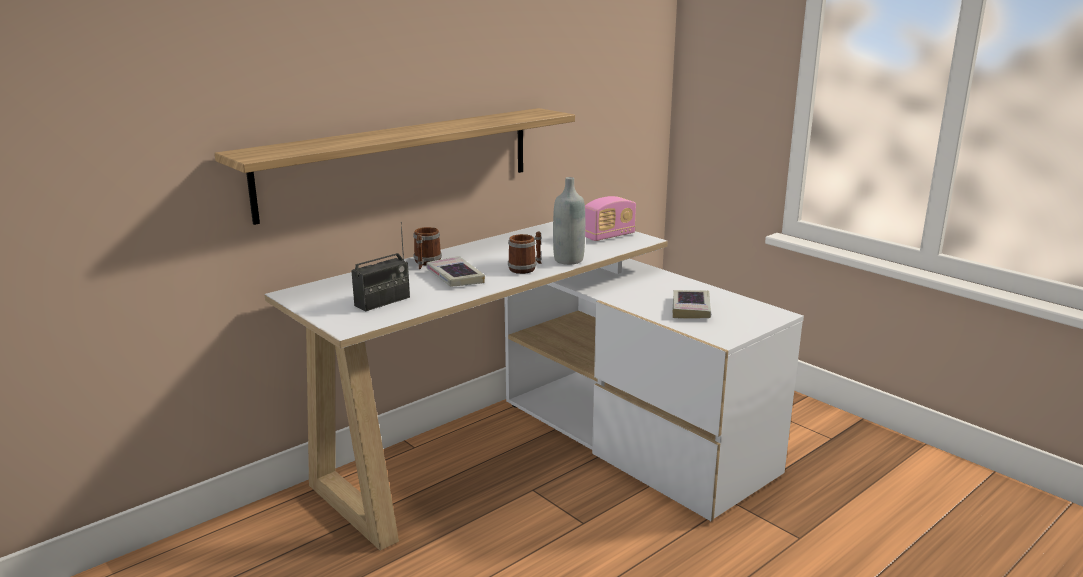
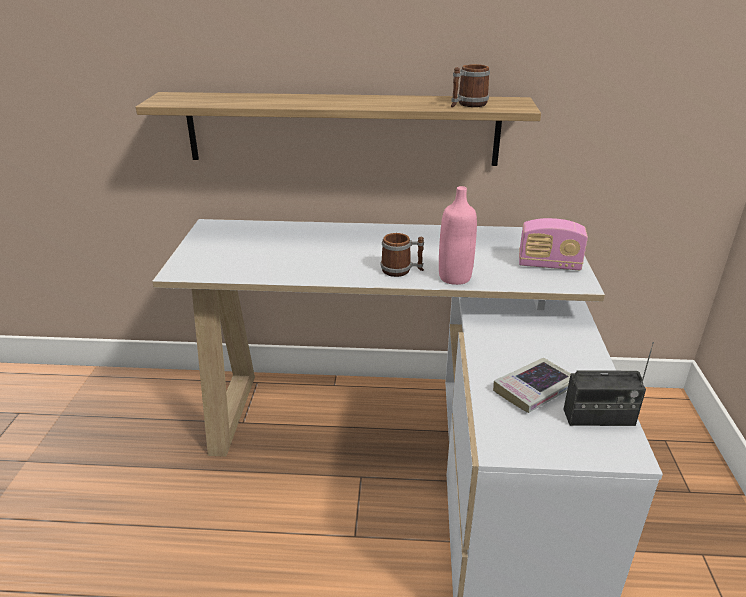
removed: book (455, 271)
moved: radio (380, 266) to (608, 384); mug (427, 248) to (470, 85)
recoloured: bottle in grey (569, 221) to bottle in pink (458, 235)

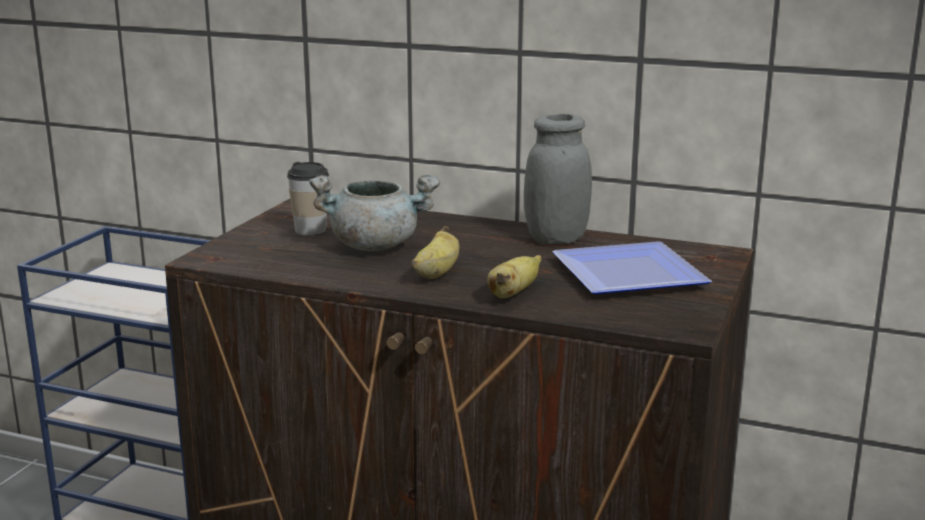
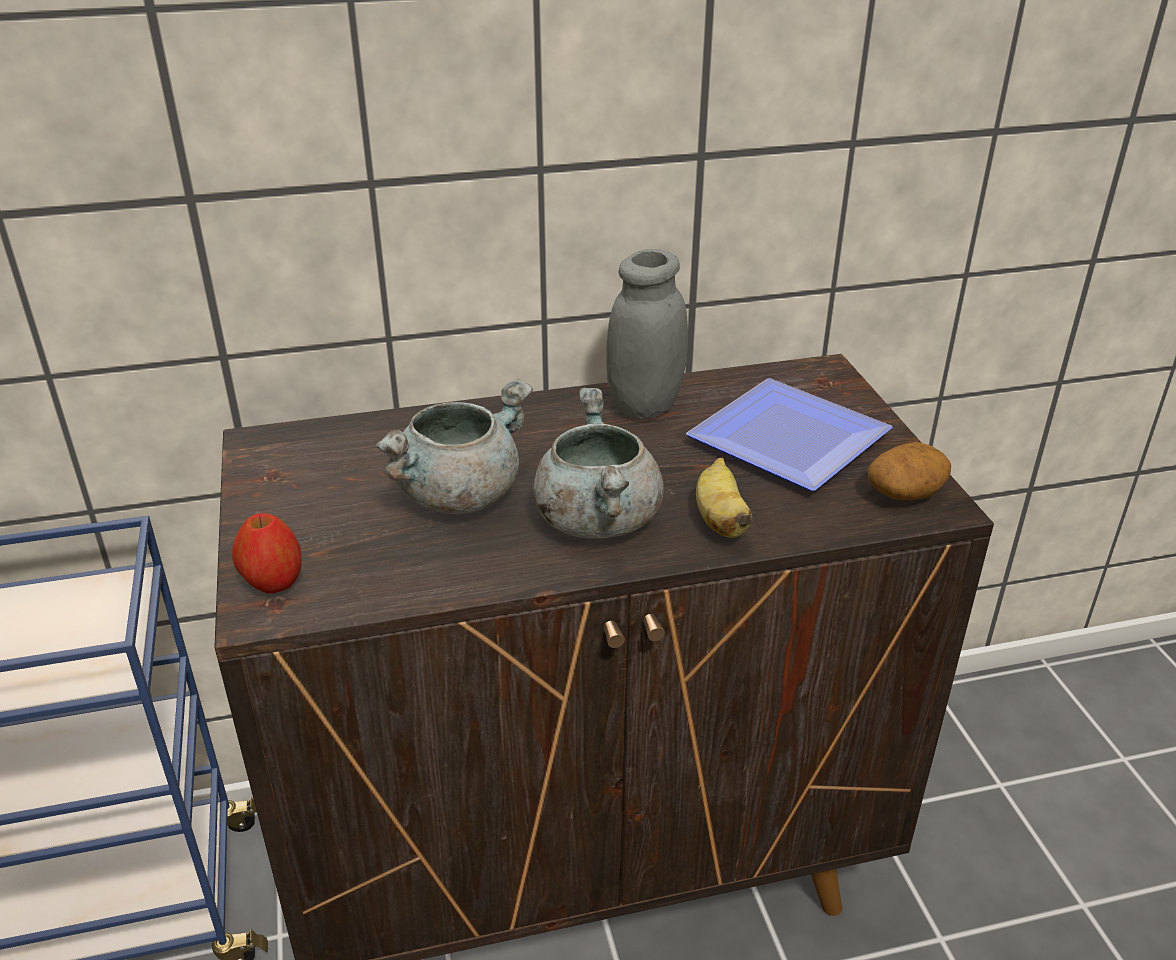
removed: cup (308, 198)
added: apple (267, 553); potato (909, 471)
replaced: banana (435, 252) to cooking pot in grey (598, 463)

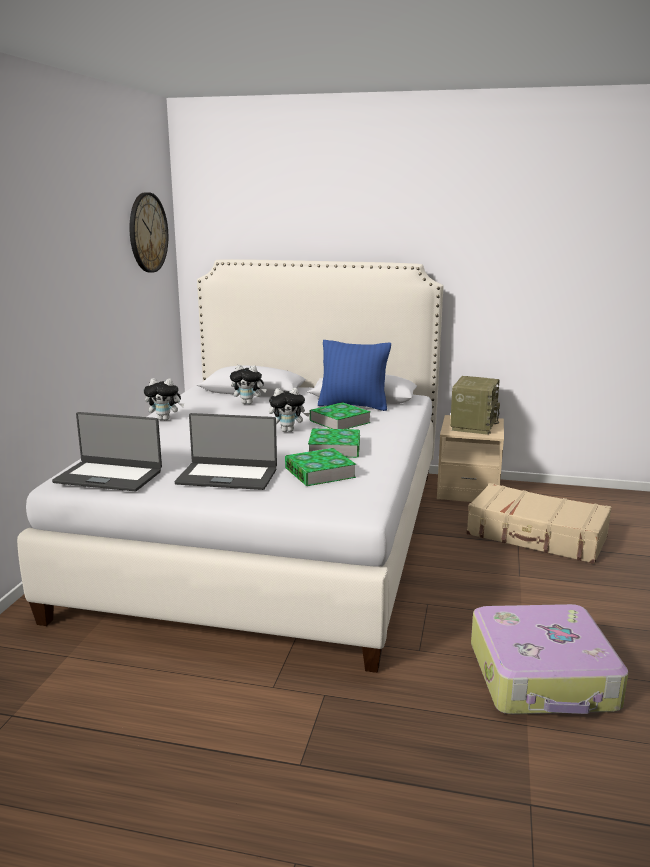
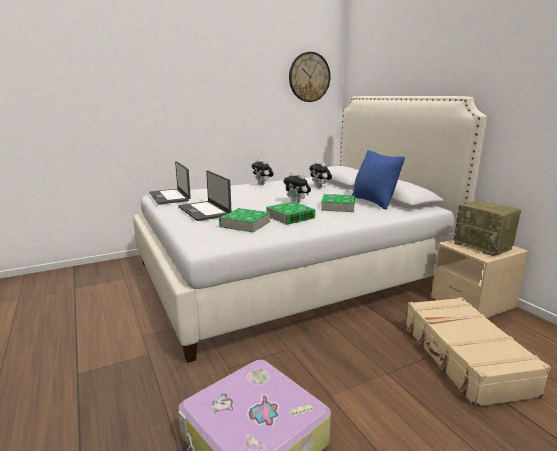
turned: radio (475, 405) = (487, 228) 75 degrees clockwise

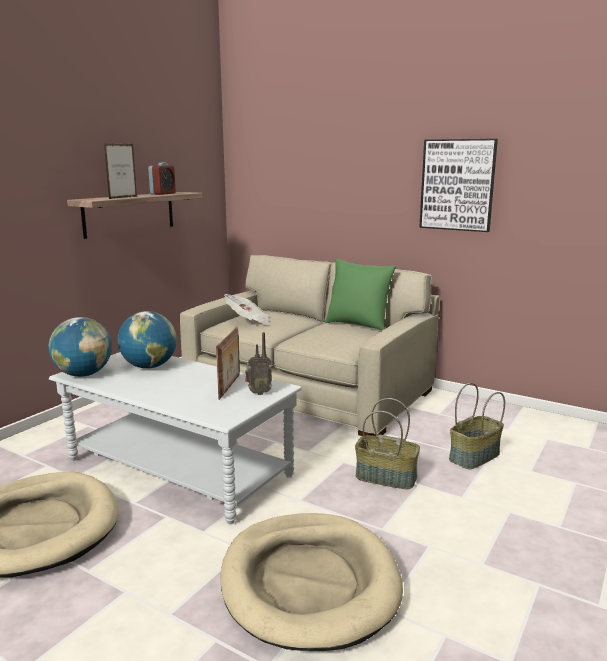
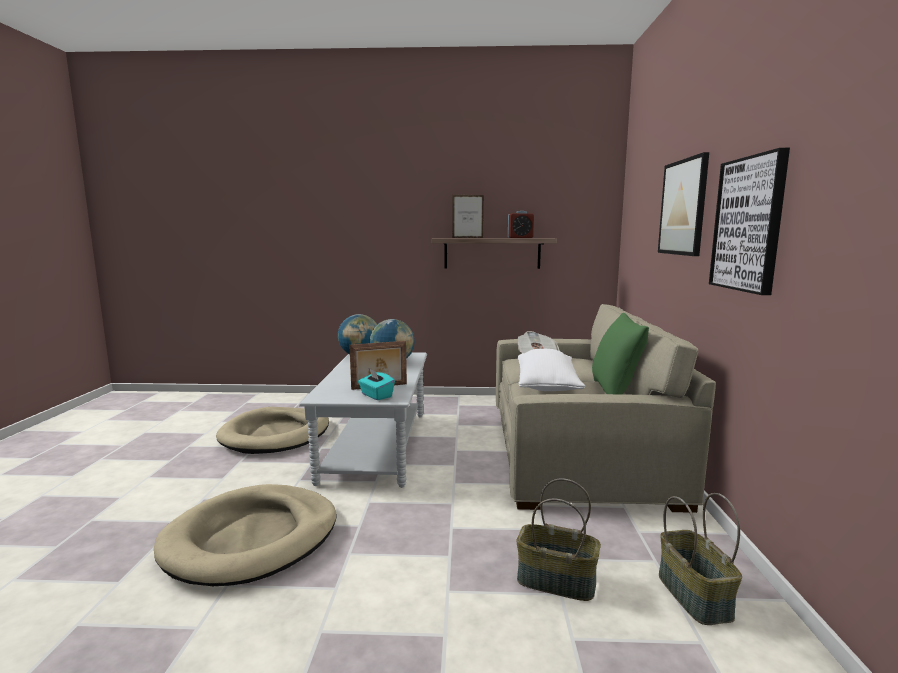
added: pillow in white (551, 370); picture (683, 204)
moved: basket (387, 443) to (700, 559)
replaced: radio (258, 363) to tissue box in turquoise (376, 384)

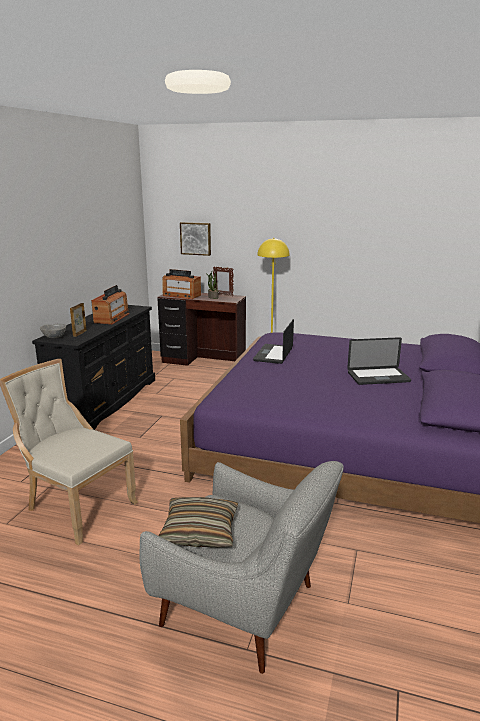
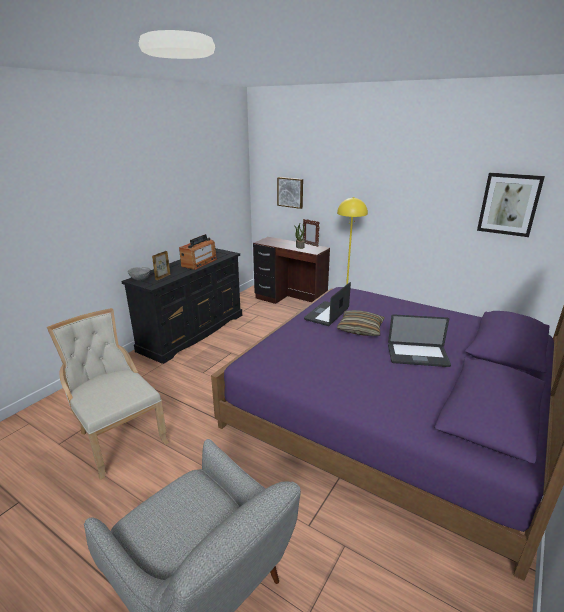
removed: radio (181, 284)
added: picture (511, 205)
moved: pillow (198, 522) to (361, 323)

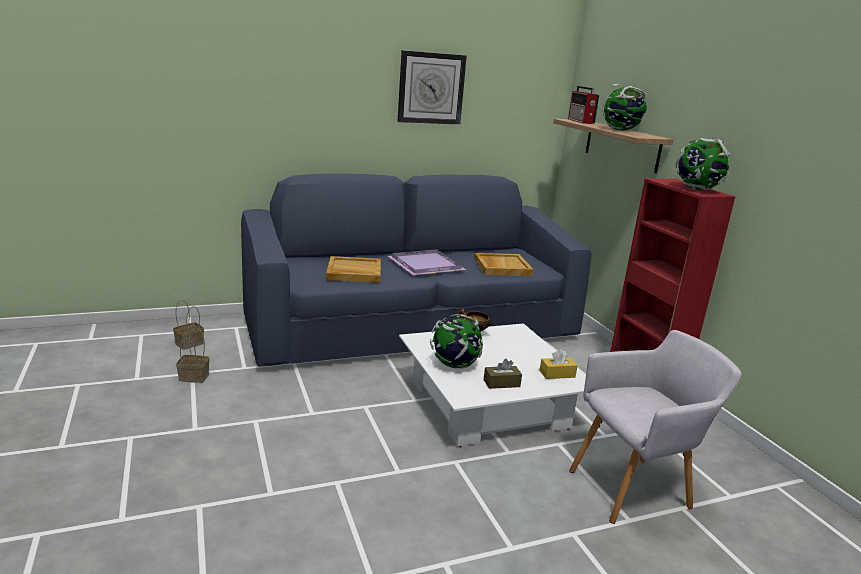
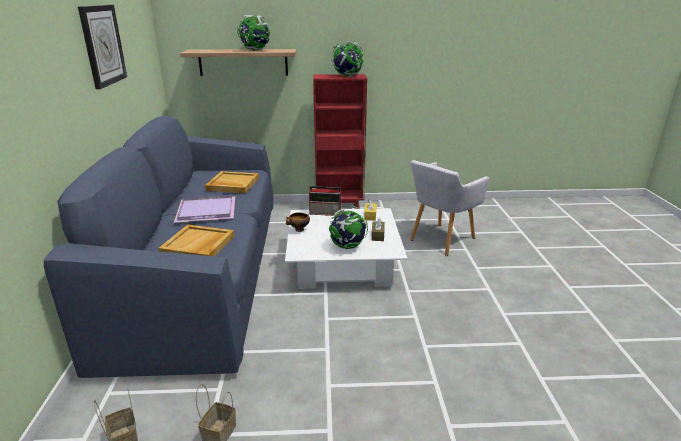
moved: radio (583, 105) to (326, 201)
turned: armchair in grey (655, 427) = (449, 208) 135 degrees counterclockwise

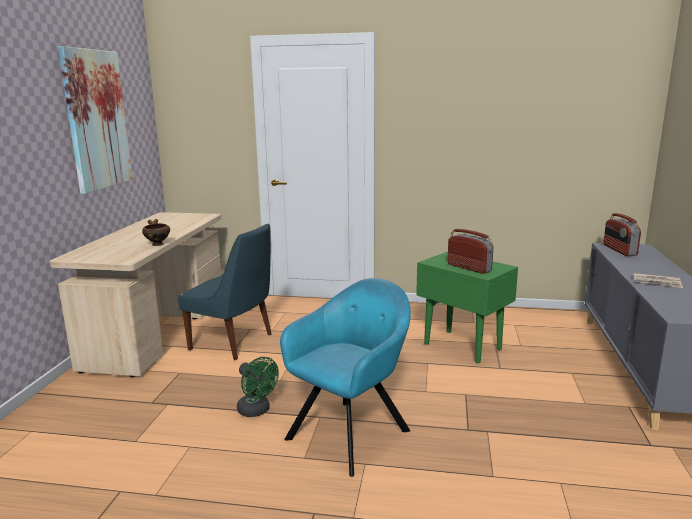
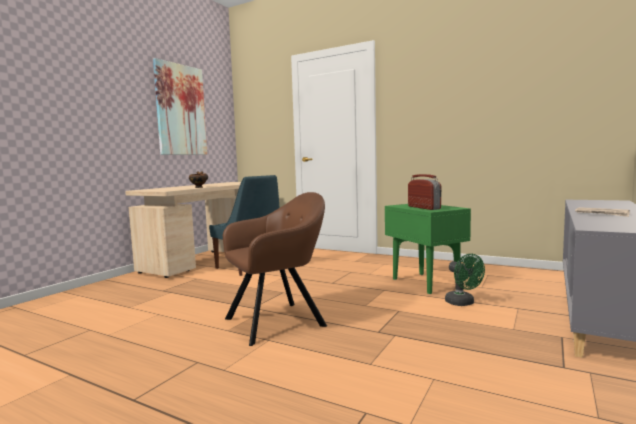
removed: radio (622, 234)
moved: fan in green (258, 387) to (465, 280)
recoloured: armchair in turquoise (345, 377) to armchair in brown (275, 269)

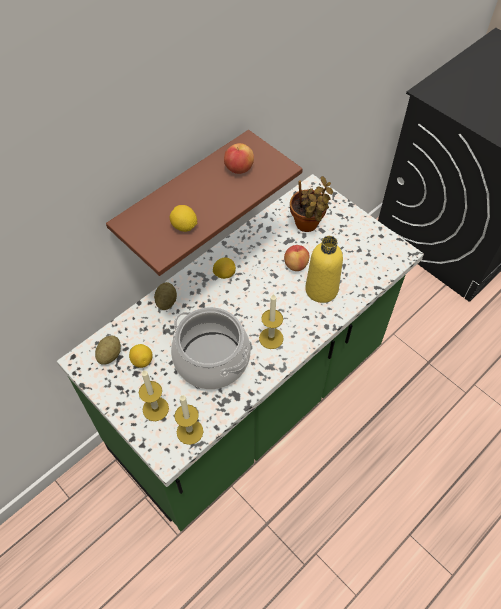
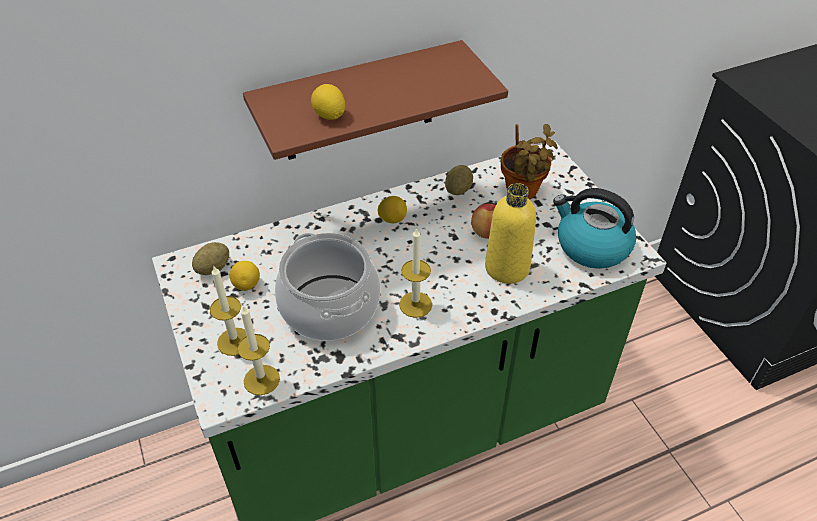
removed: apple (239, 158)
added: kettle (594, 228)
moved: potato (165, 296) to (459, 180)

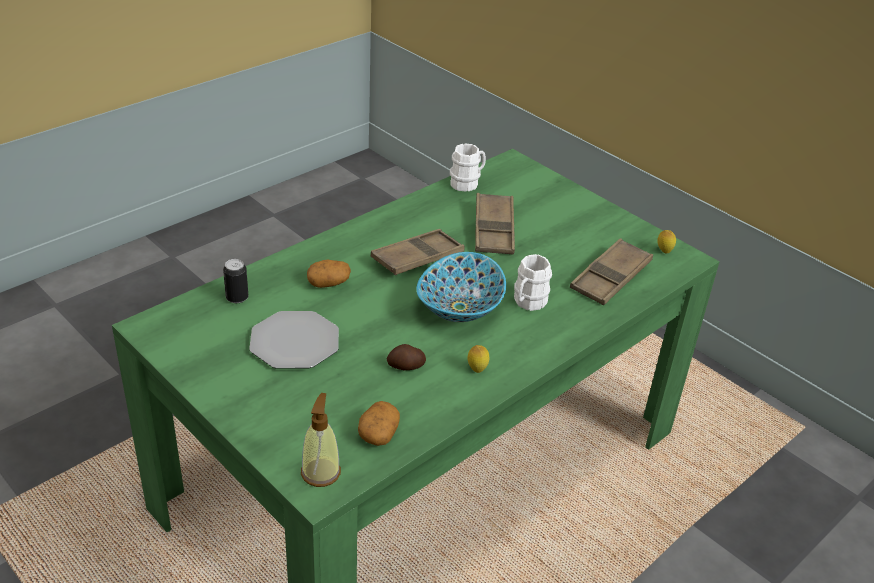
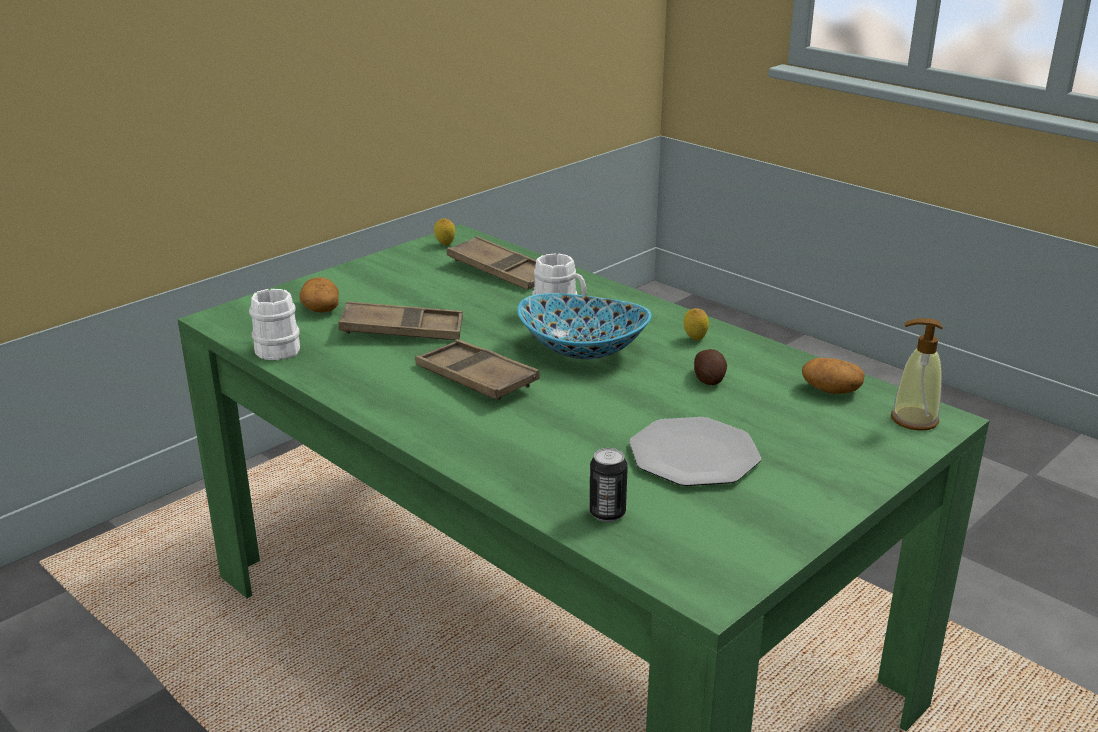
moved: potato (329, 274) to (319, 295)

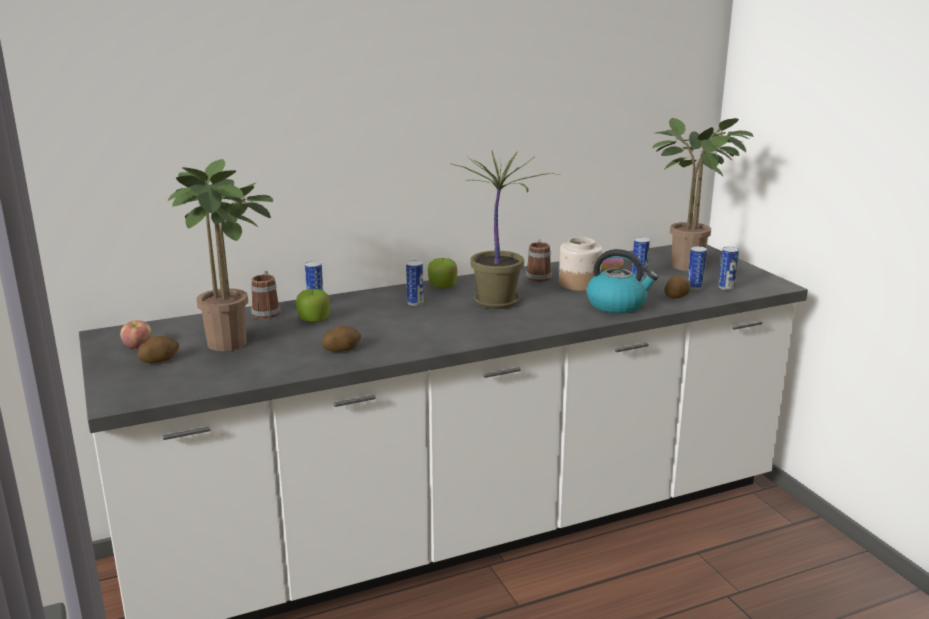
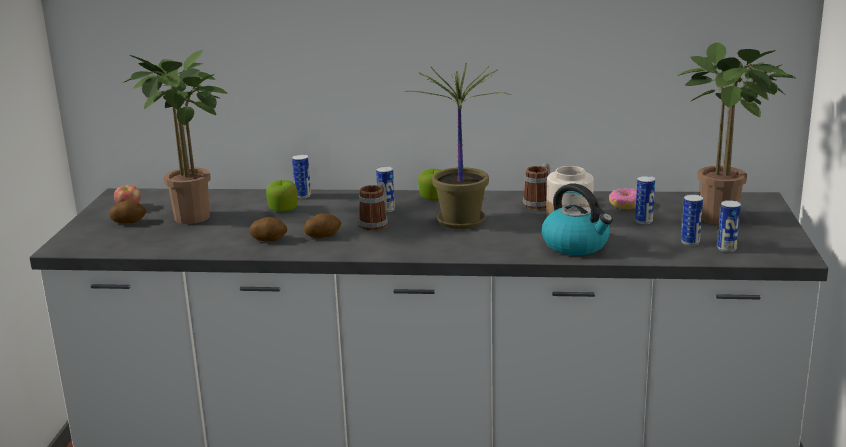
moved: mug (265, 295) to (373, 206); potato (677, 287) to (322, 225)

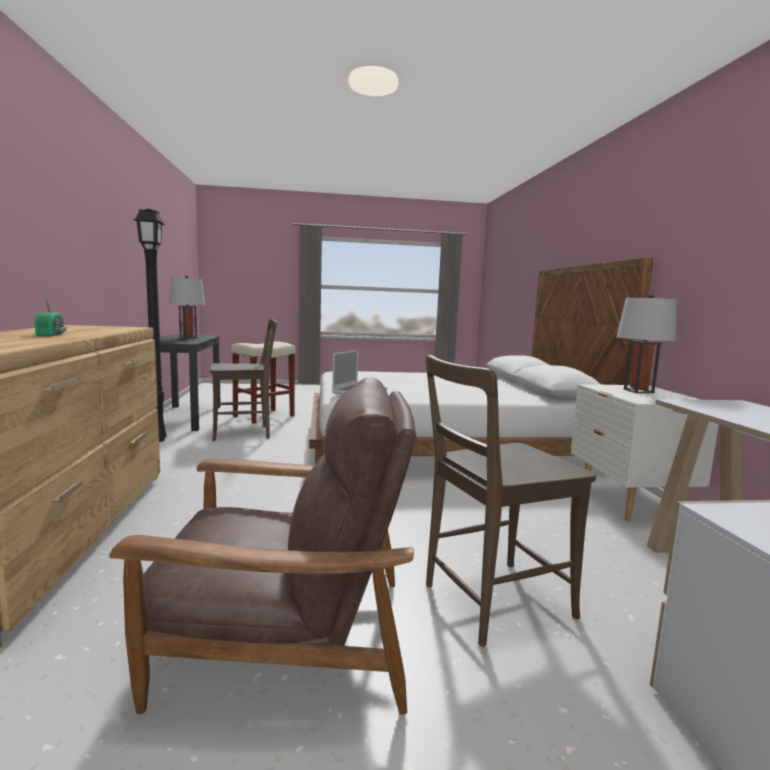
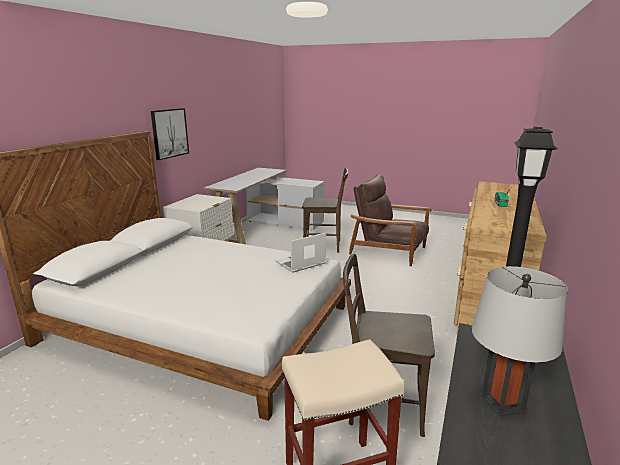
removed: table lamp in grey (647, 343)
added: picture (170, 134)

